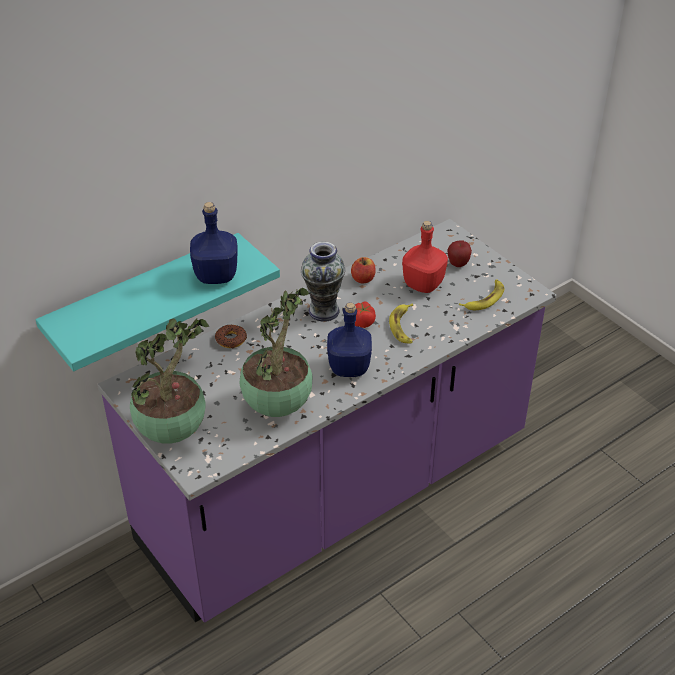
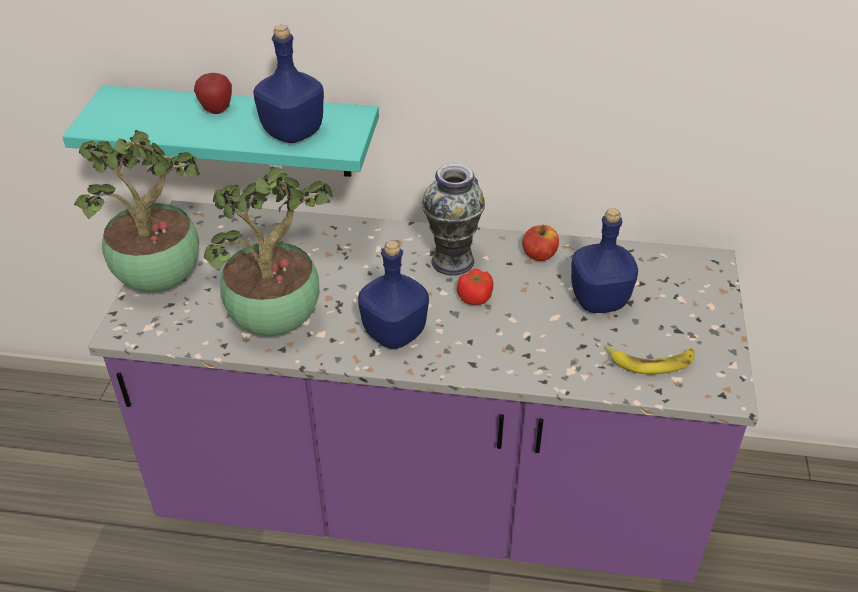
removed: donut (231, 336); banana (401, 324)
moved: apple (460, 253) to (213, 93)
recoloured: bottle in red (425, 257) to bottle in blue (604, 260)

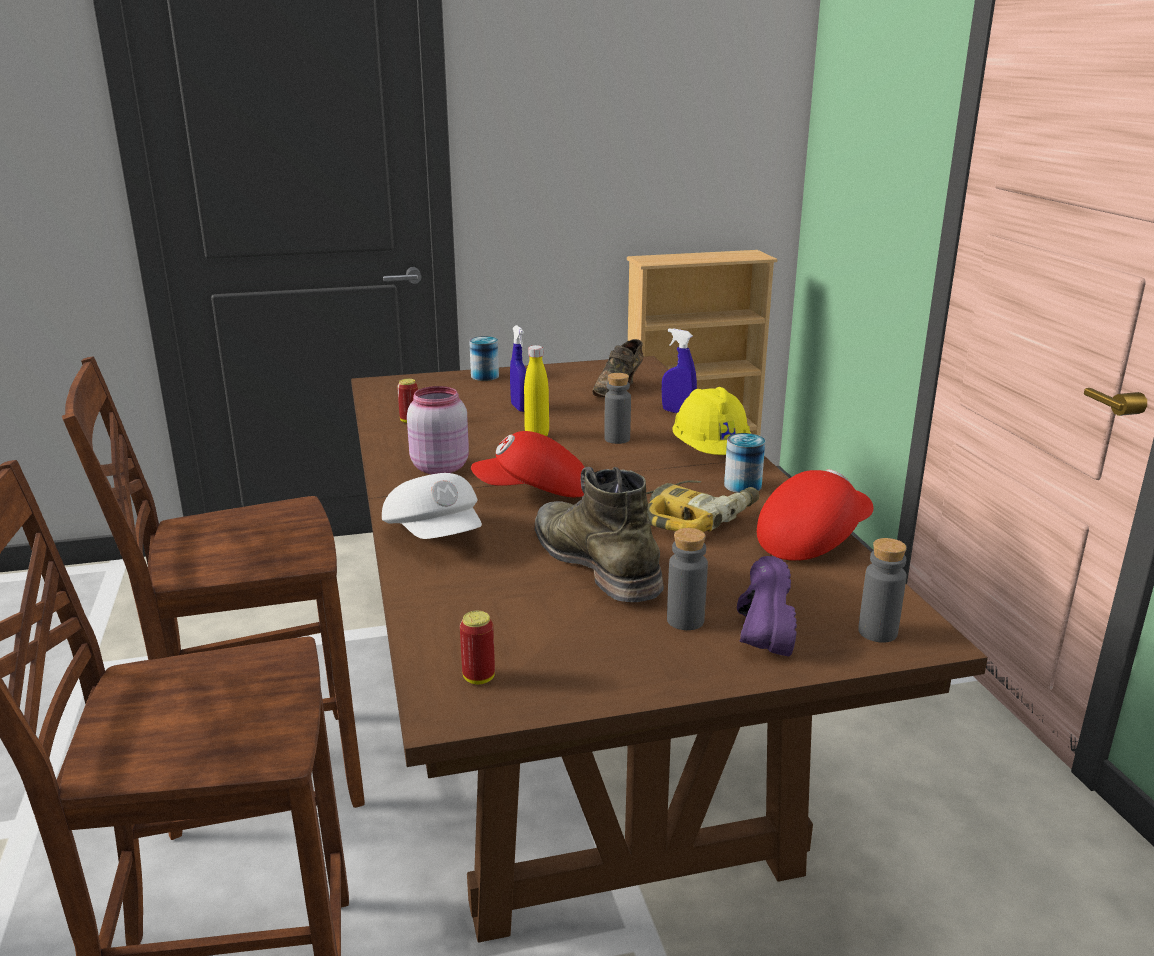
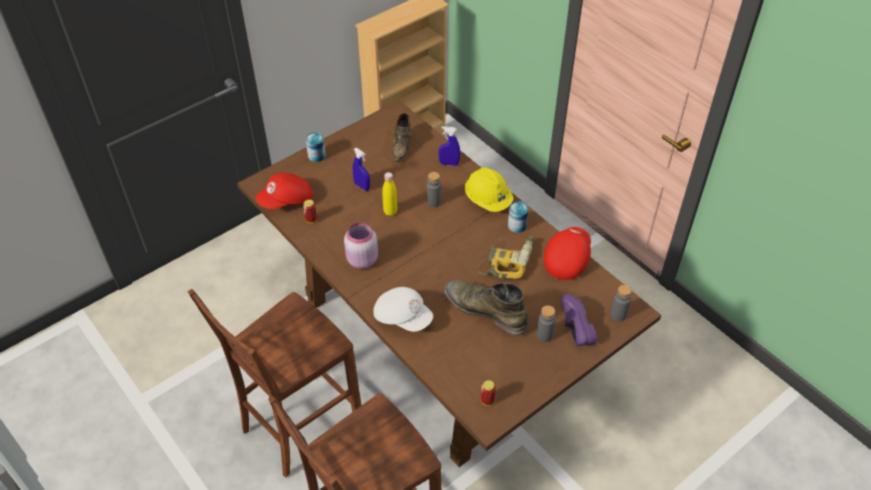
moved: cap in red (528, 464) to (284, 191)

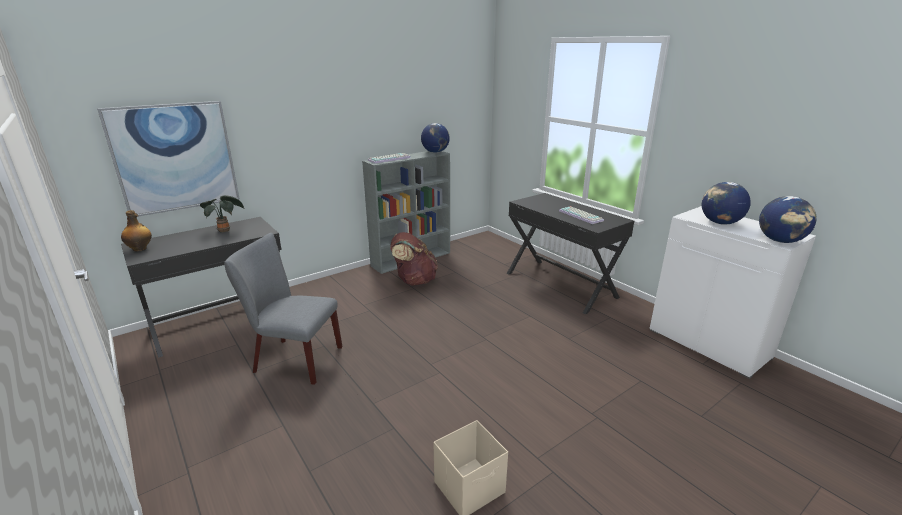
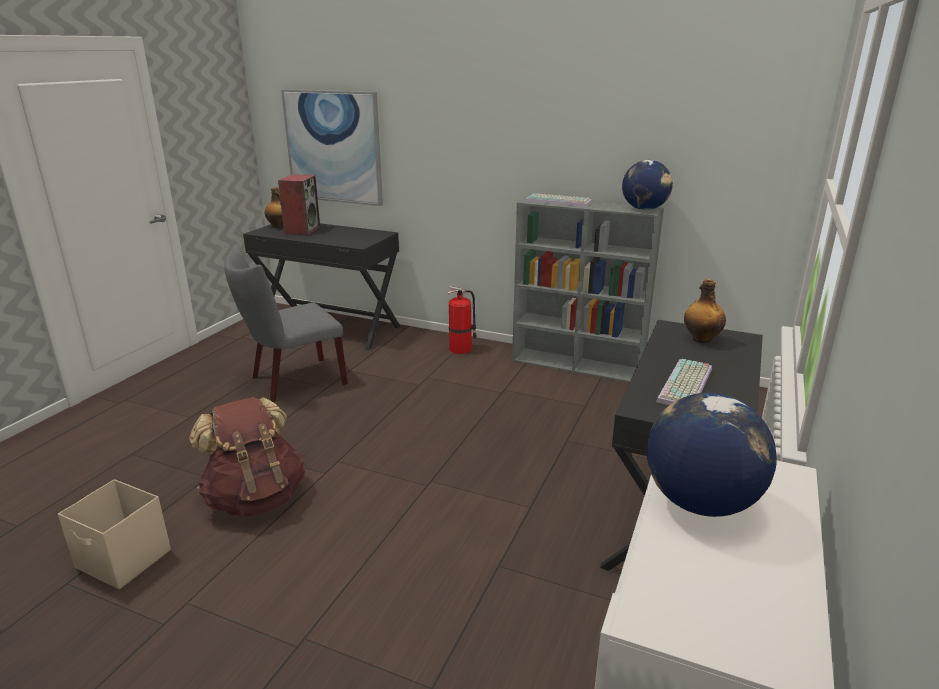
removed: potted plant (222, 213); globe (788, 219)
added: speaker (299, 204); fire extinguisher (462, 320); bottle (705, 311)
moved: backpack in brown (414, 259) to (247, 457)
turned: chair in grey (283, 309) = (286, 323) 105 degrees counterclockwise

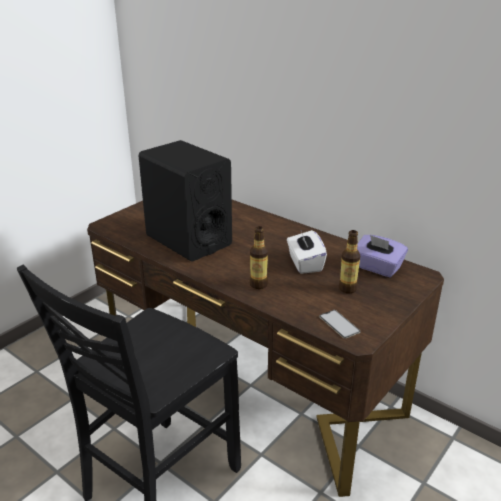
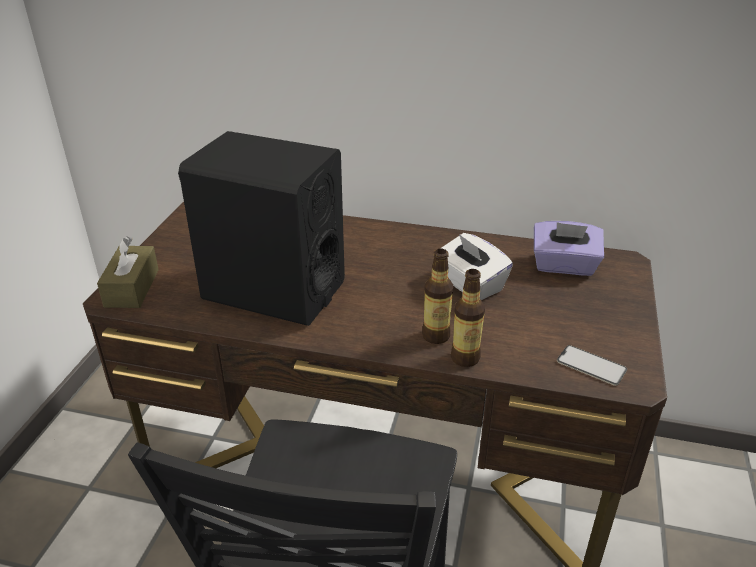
added: tissue box in brown (128, 272)
moved: bottle (349, 262) to (468, 318)

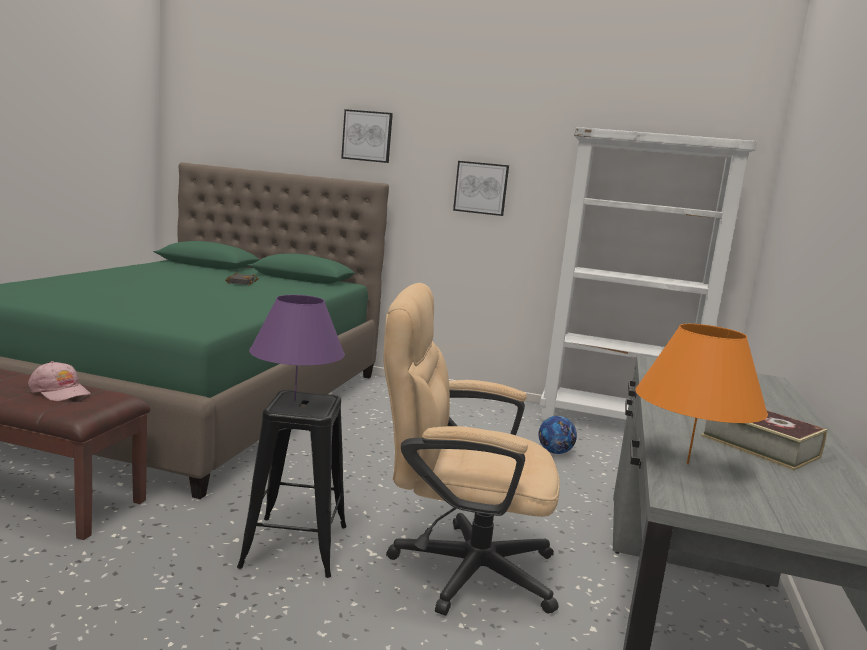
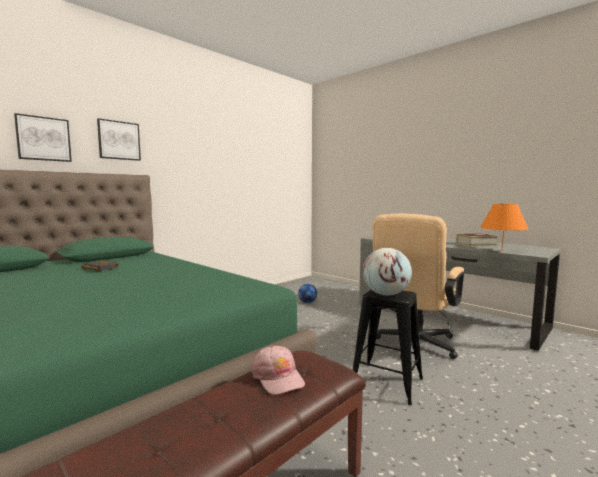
removed: bookcase in white (648, 274)
moved: picture (481, 188) to (43, 137)
replaced: table lamp in purple (297, 348) to globe (387, 272)
turned: cap in pink (59, 381) = (278, 370) 90 degrees clockwise

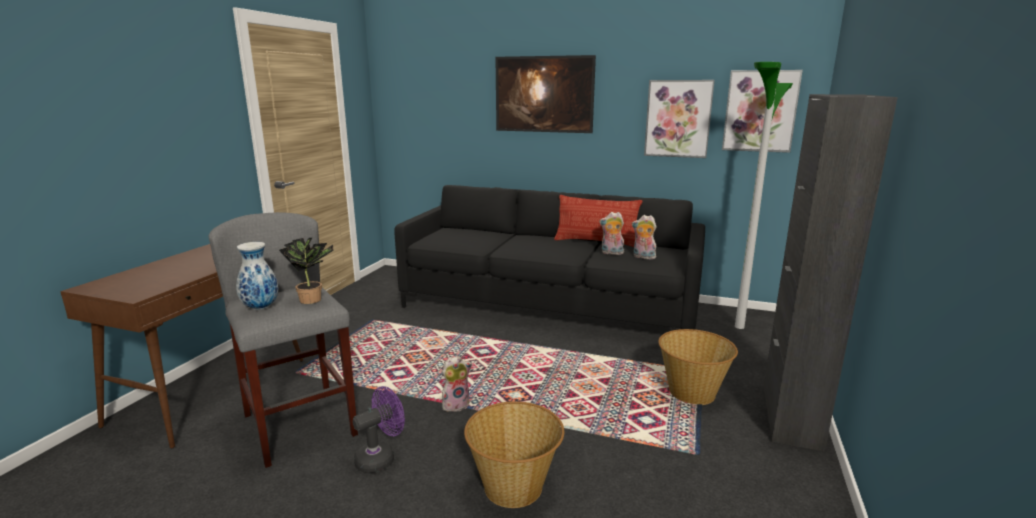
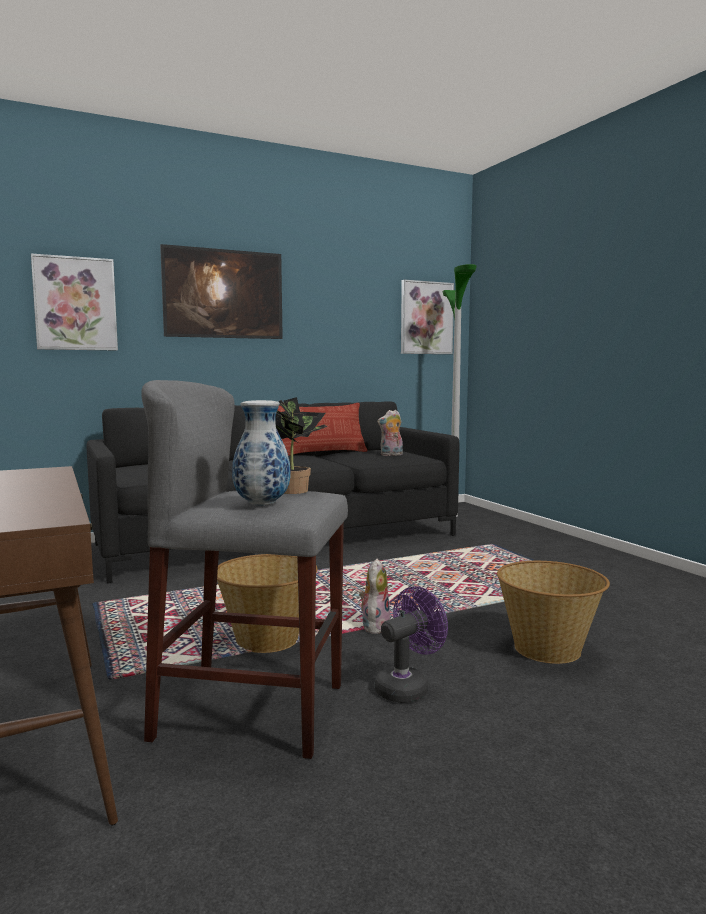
removed: plush toy (611, 233); cabinet in black (830, 273)
moved: picture (679, 119) to (74, 301); basket (698, 367) to (267, 603)
turned: fan in purple (378, 429) = (411, 645) 45 degrees clockwise

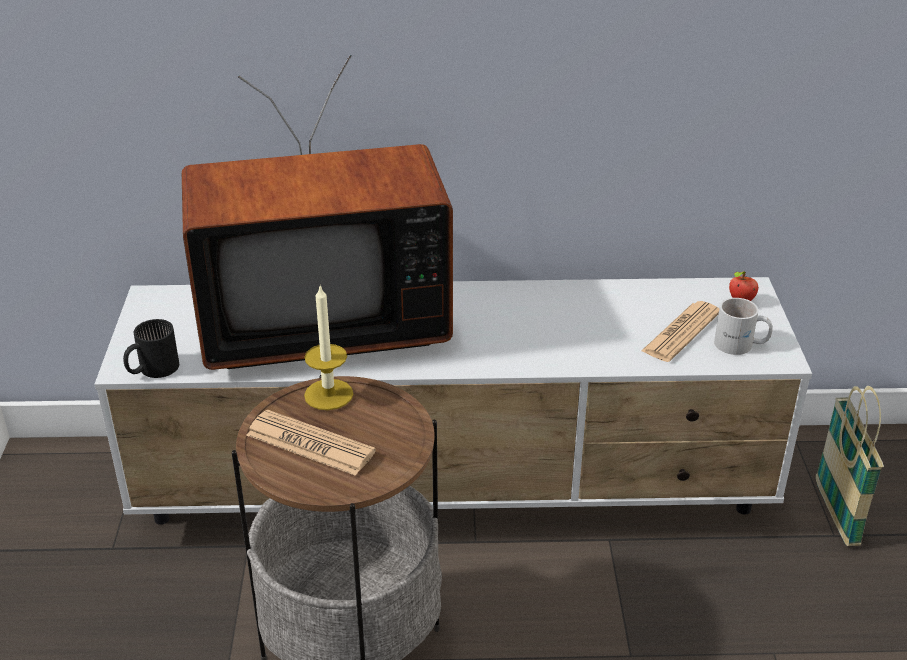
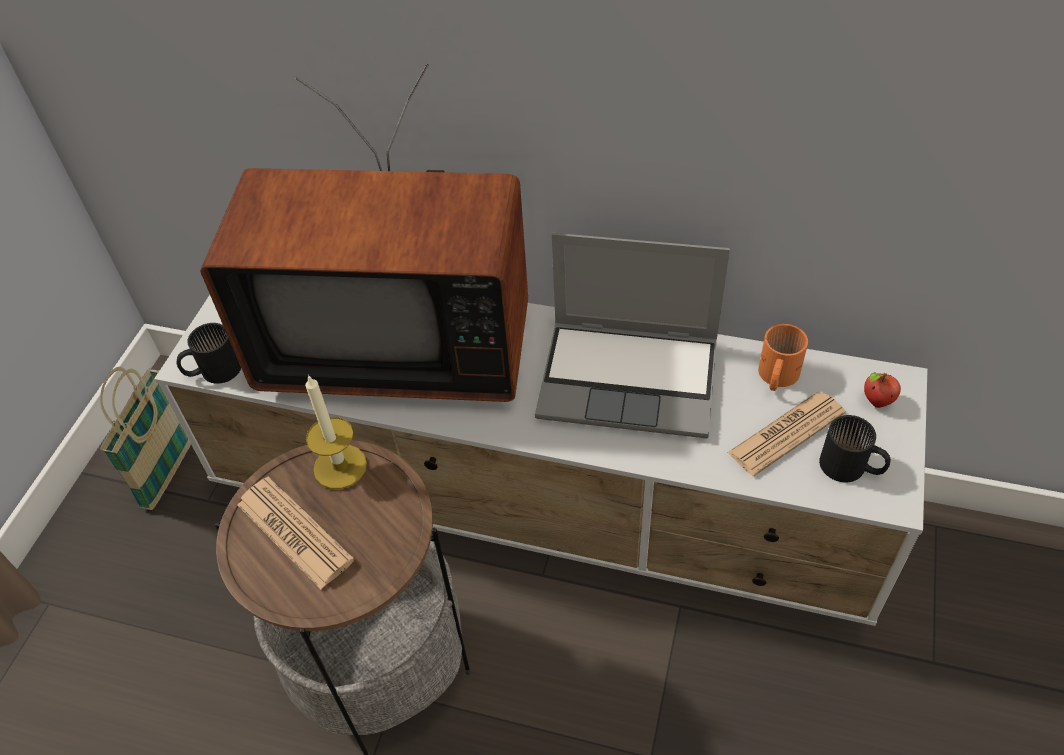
added: laptop (632, 336); mug in orange (783, 357)
moved: basket (850, 466) to (145, 438)
recoloured: mug in white (743, 326) to mug in black (855, 448)

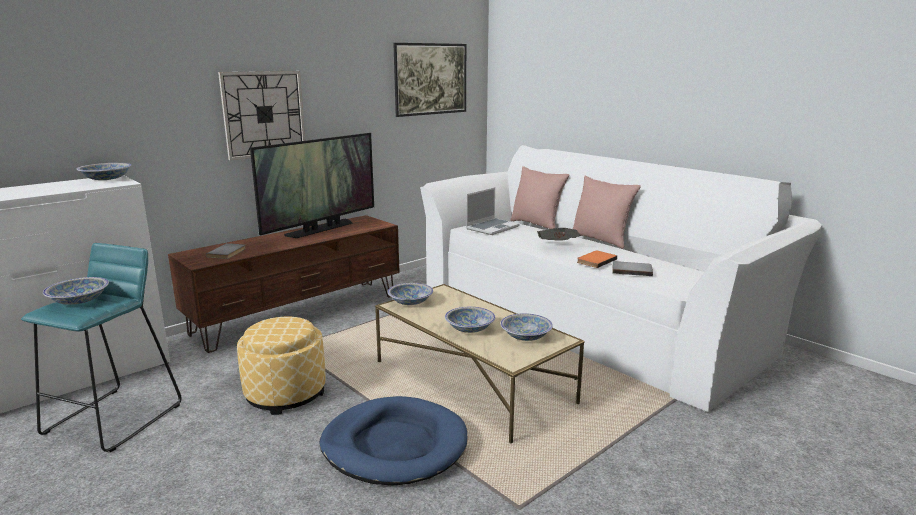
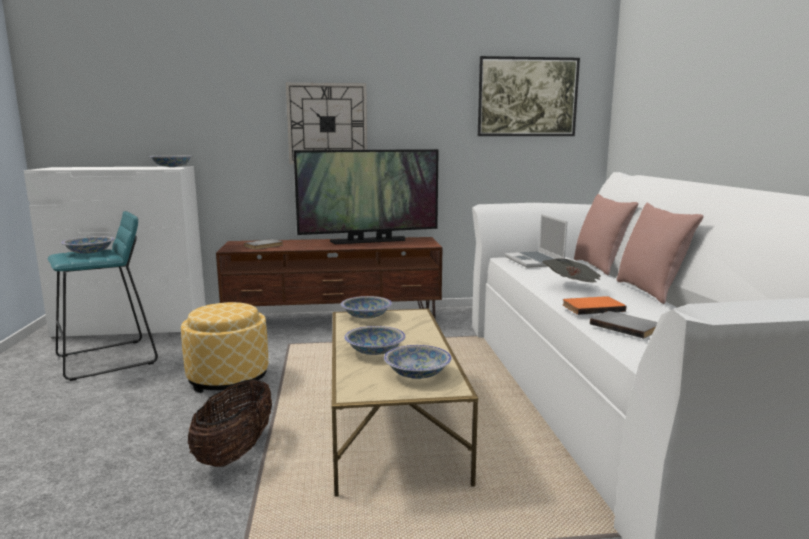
replaced: dog bed in blue (393, 441) to basket (230, 423)
turned: laptop (493, 211) = (535, 241) 90 degrees clockwise

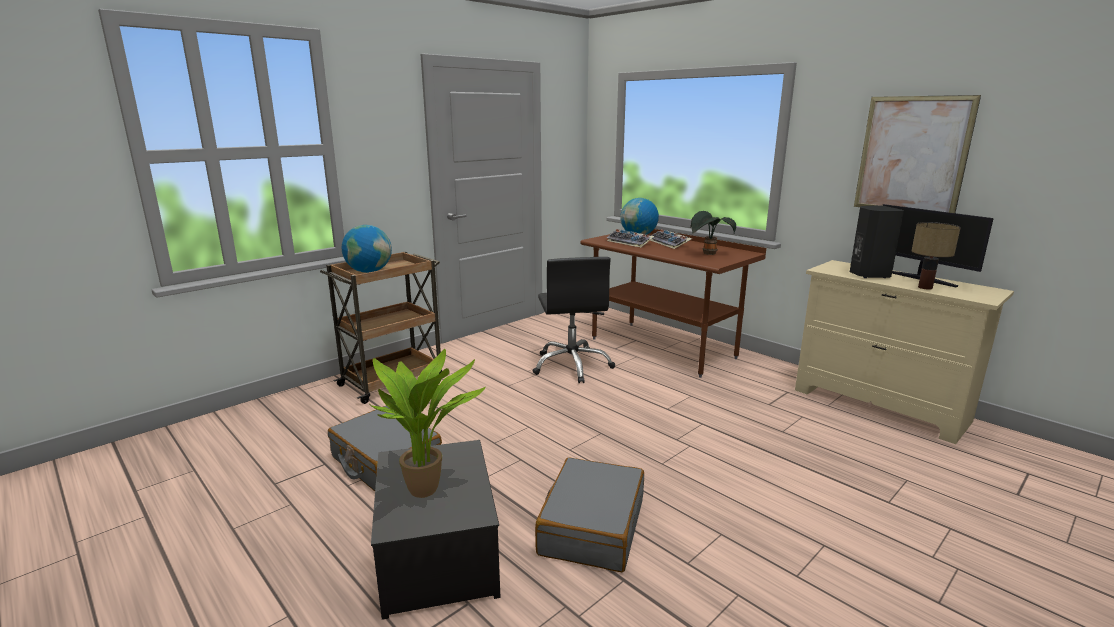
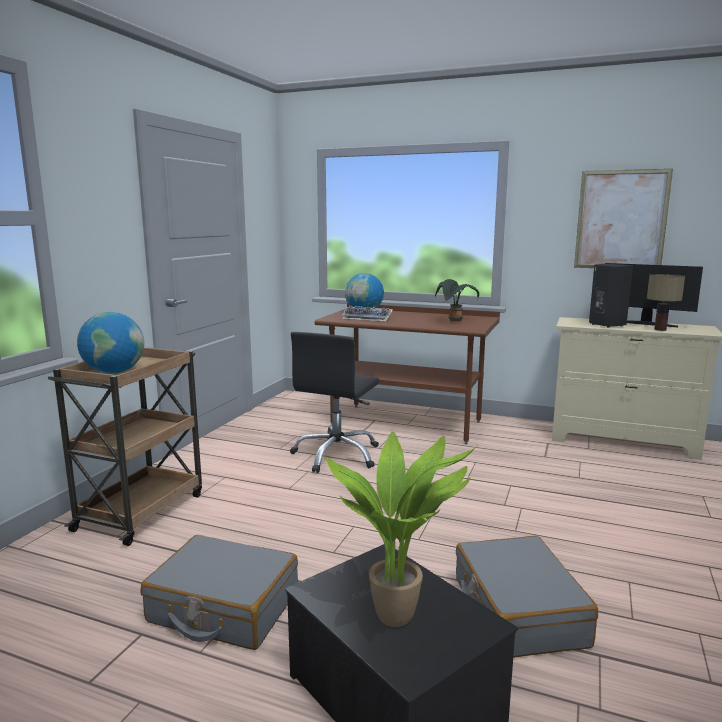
removed: keyboard (671, 239)
turned: office chair in black (574, 320) = (334, 402) 60 degrees clockwise

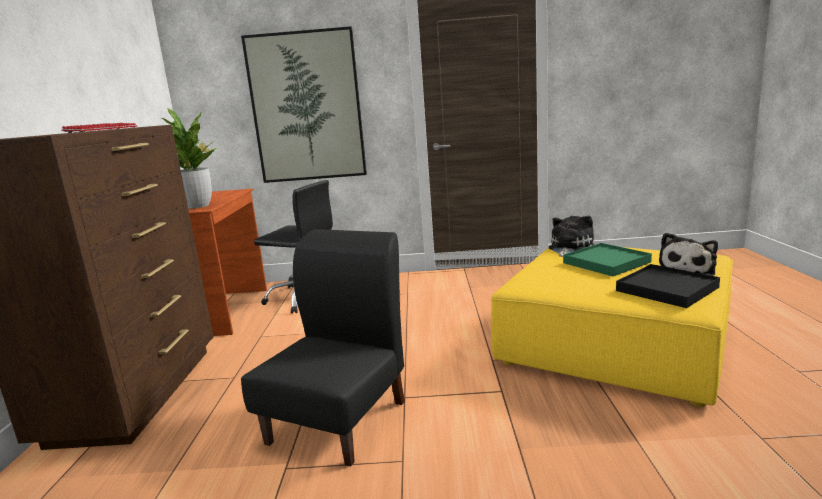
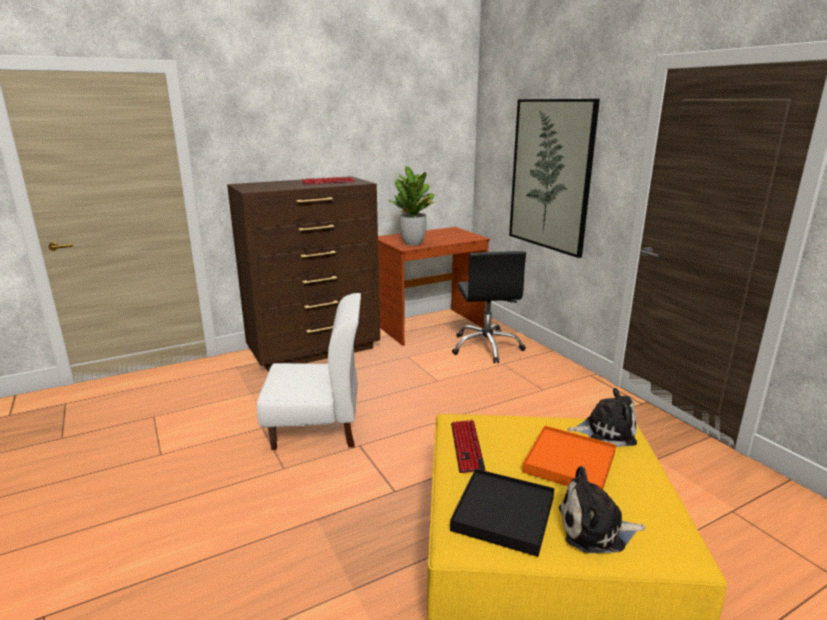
added: keyboard (468, 446)
recoloured: chair in black (323, 347) to chair in white (309, 371); tray in green (607, 259) to tray in orange (569, 457)

